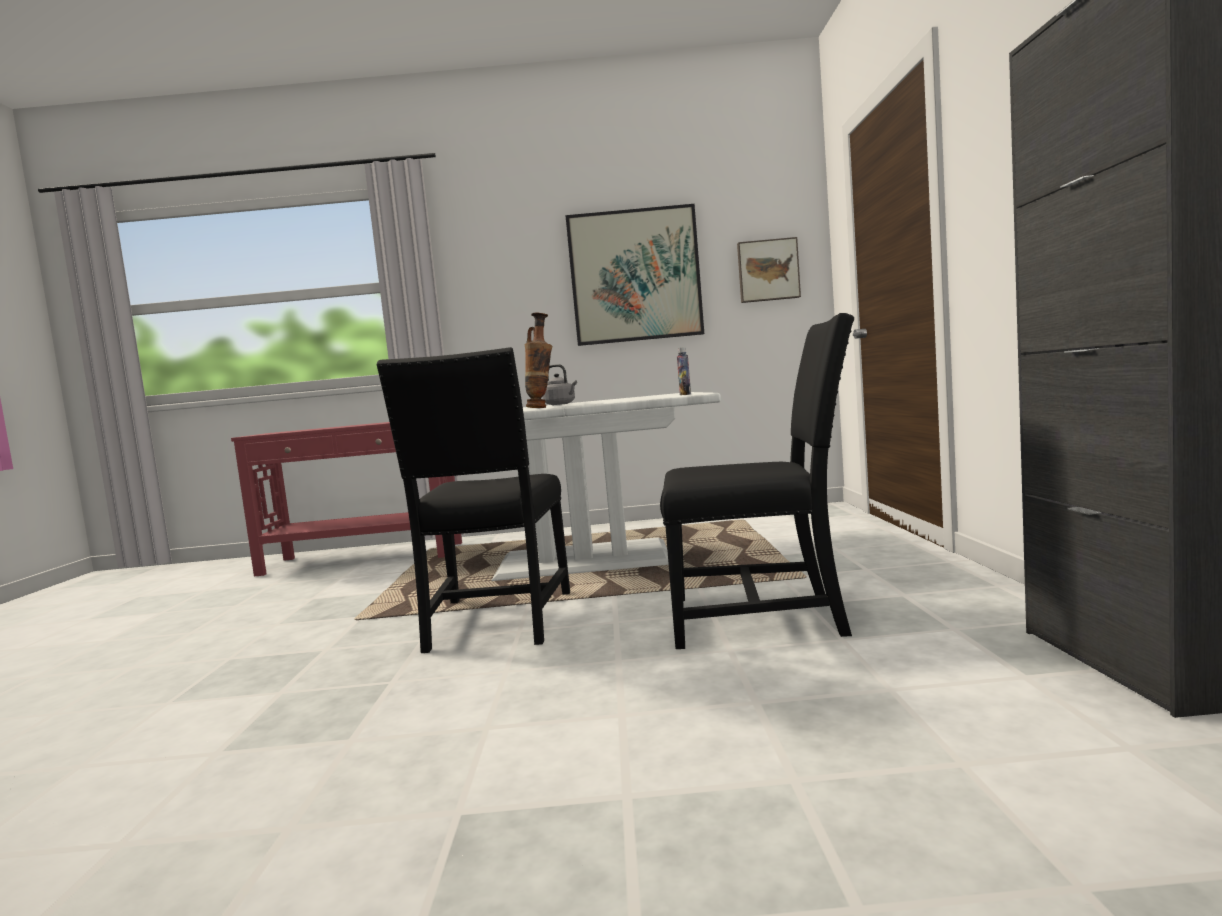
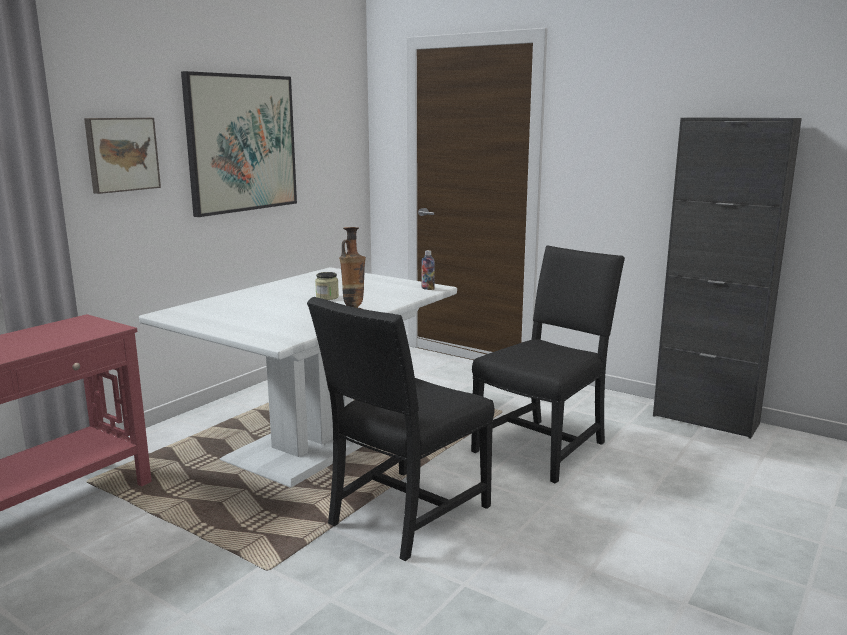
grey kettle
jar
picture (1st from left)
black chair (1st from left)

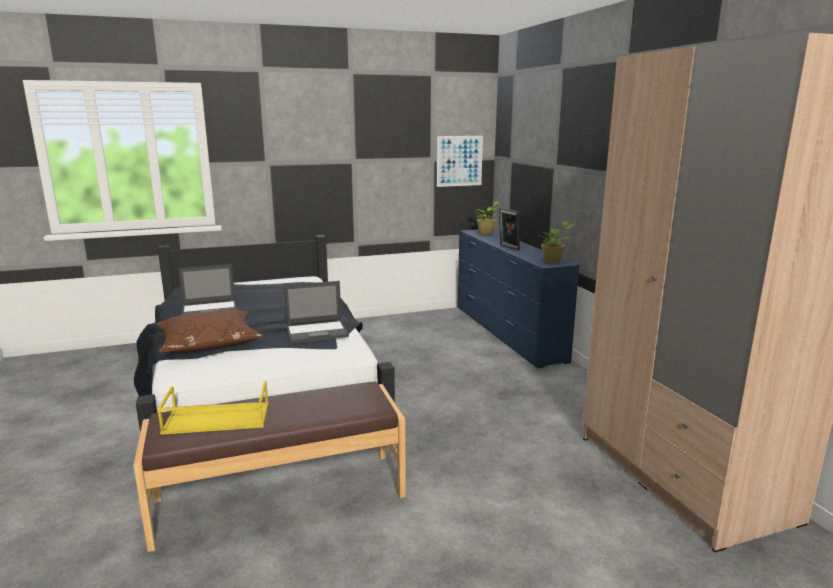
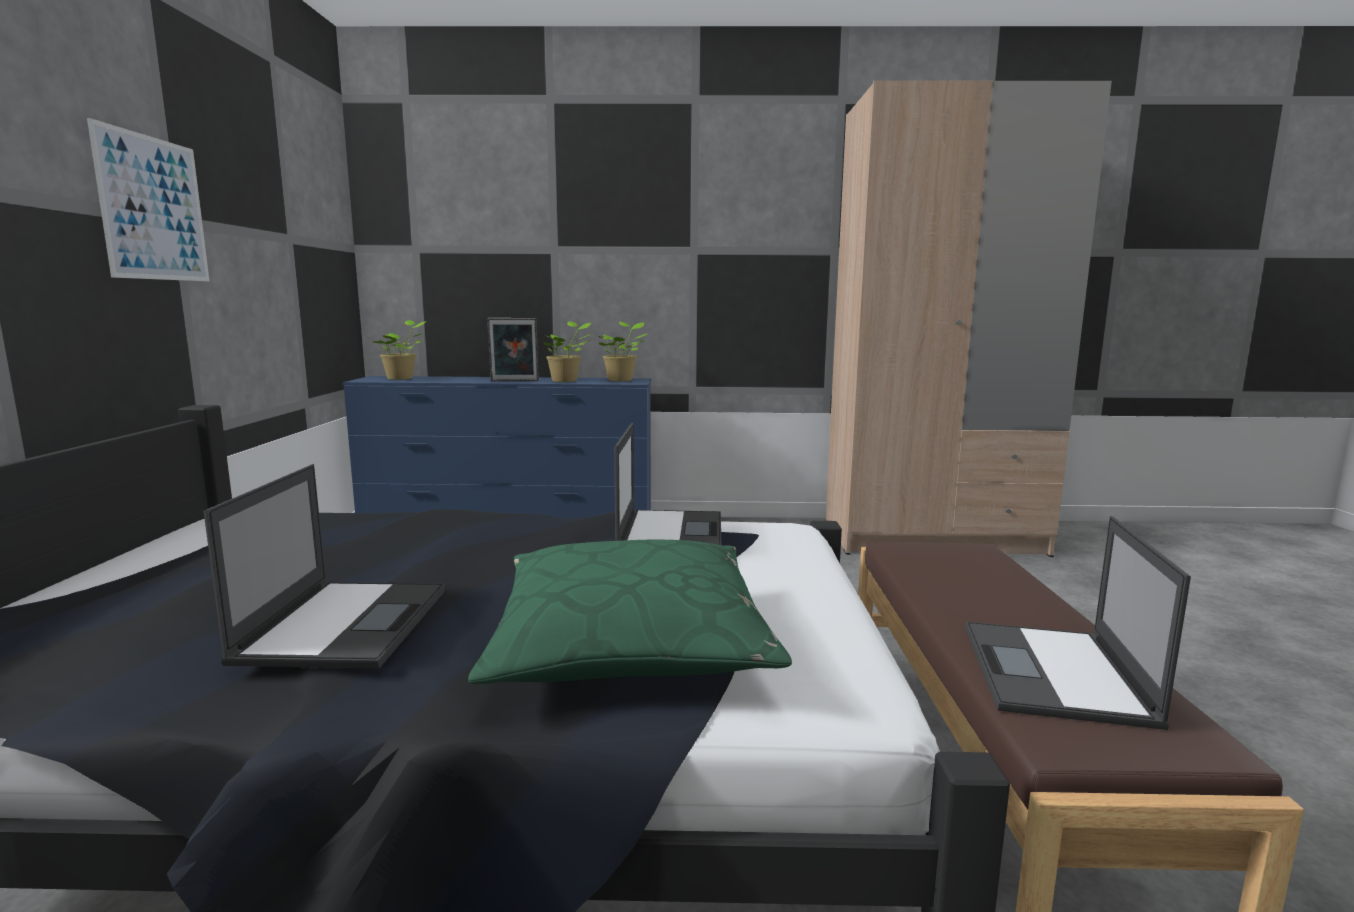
potted plant (2nd from left)
picture
laptop (3rd from left)
green pillow

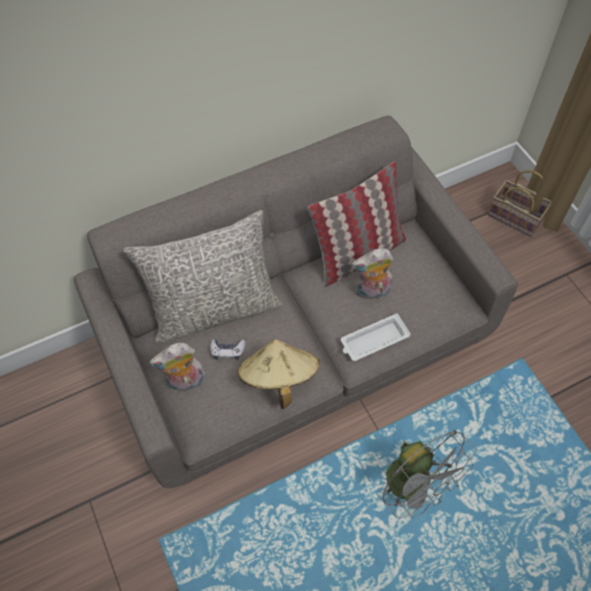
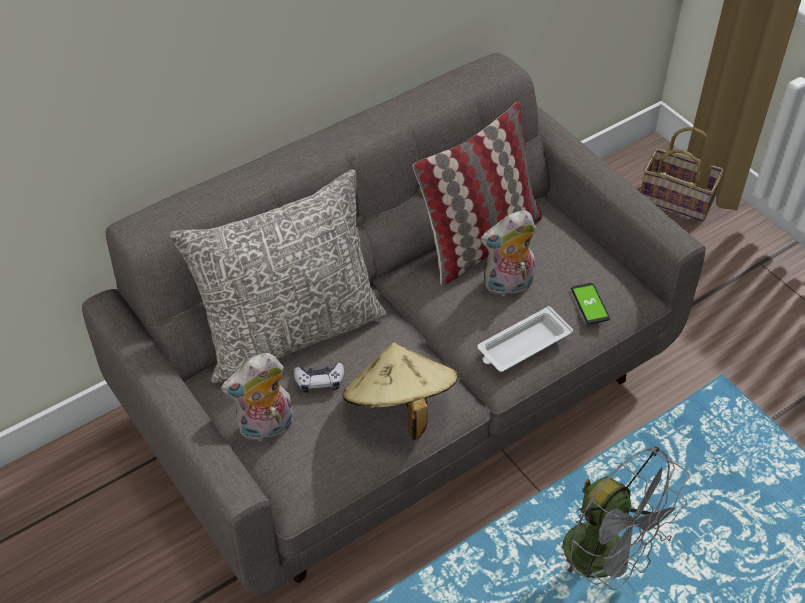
phone

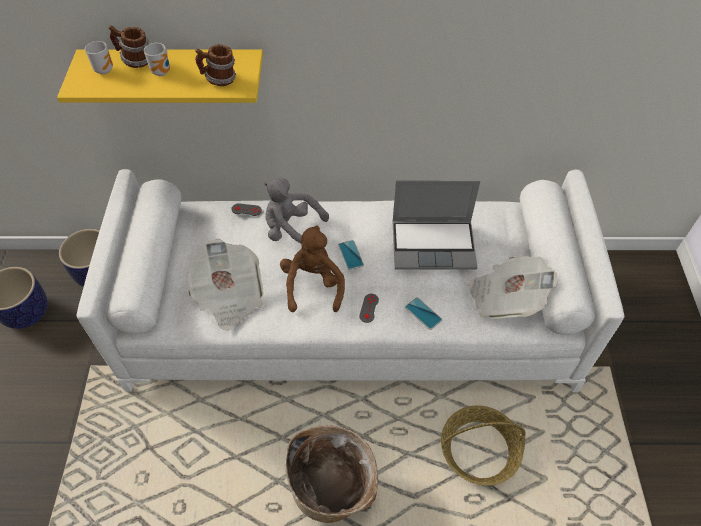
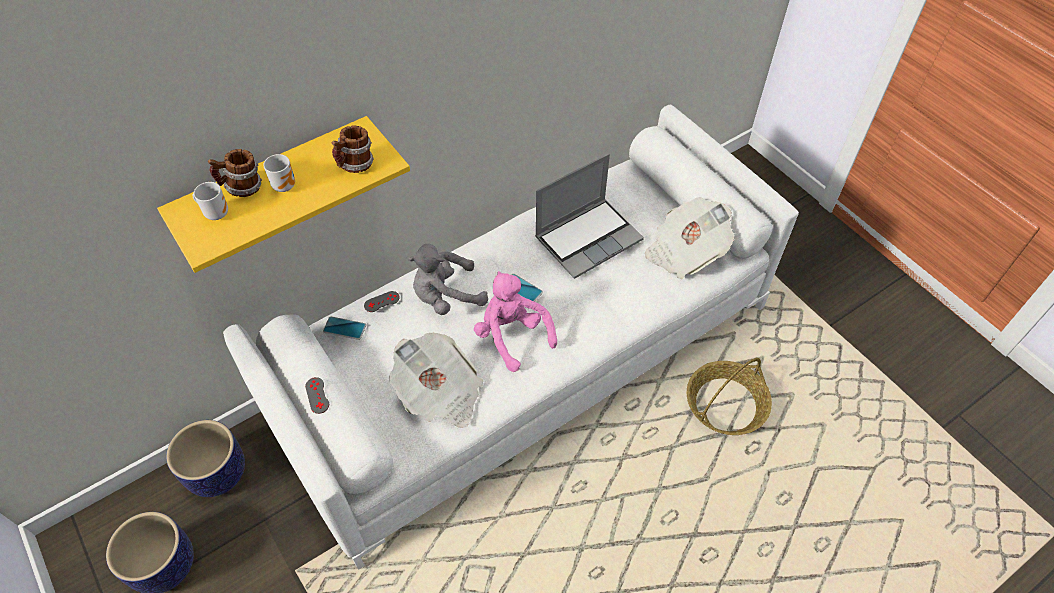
basket (1st from left in the first image)
grey game controller (1st from left)
phone (1st from left)
pink plush toy

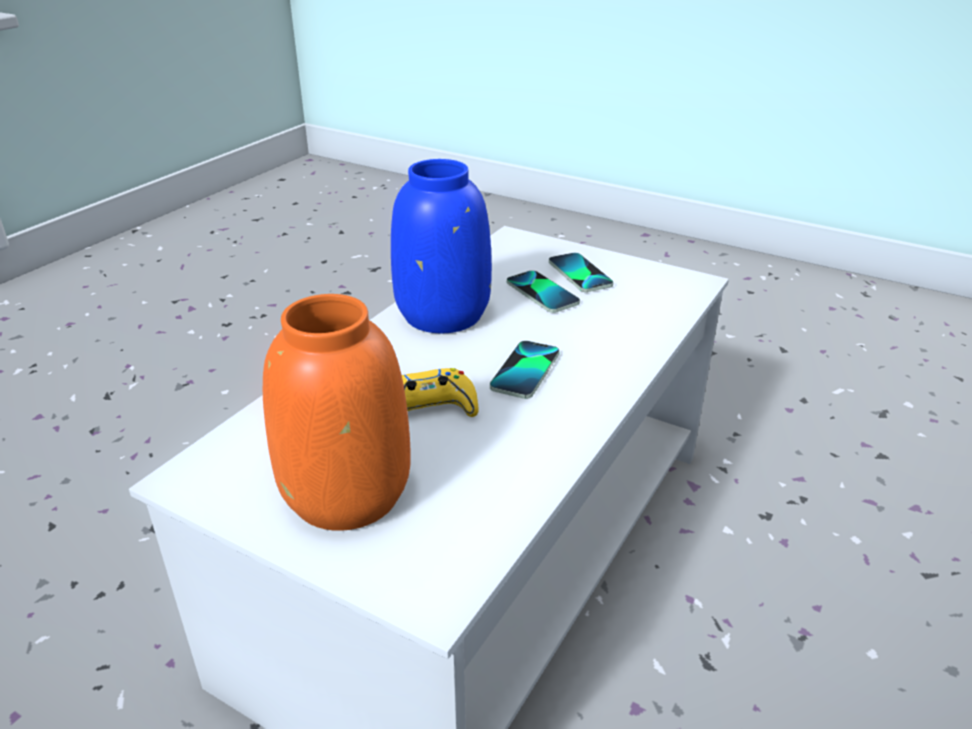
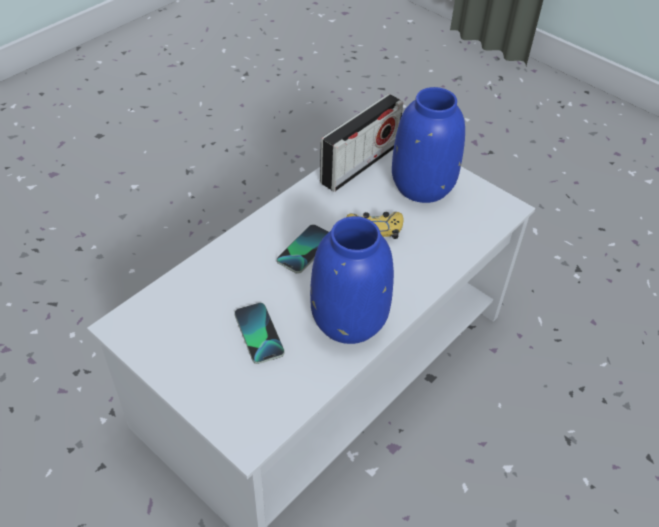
phone (3rd from left in the first image)
radio
blue vase (2nd from left)

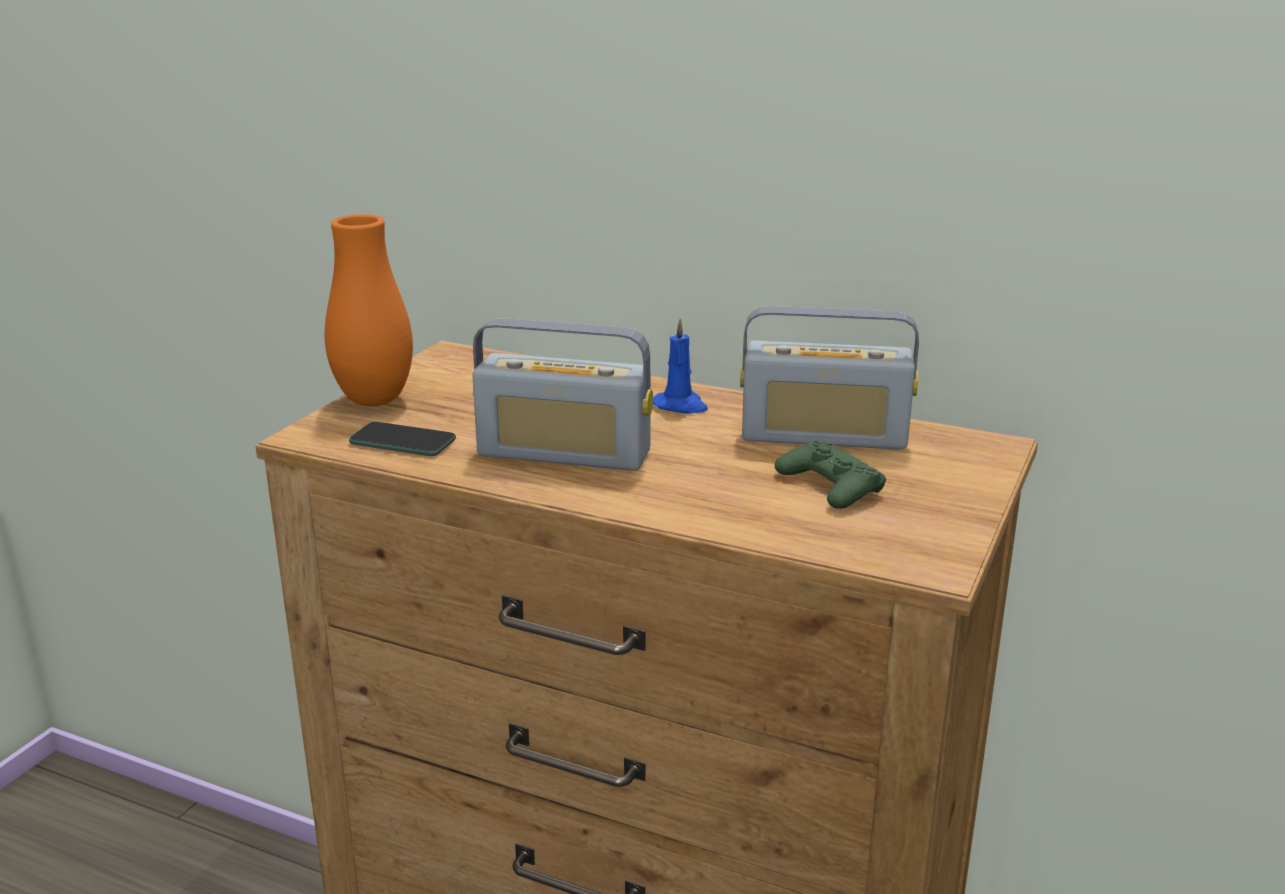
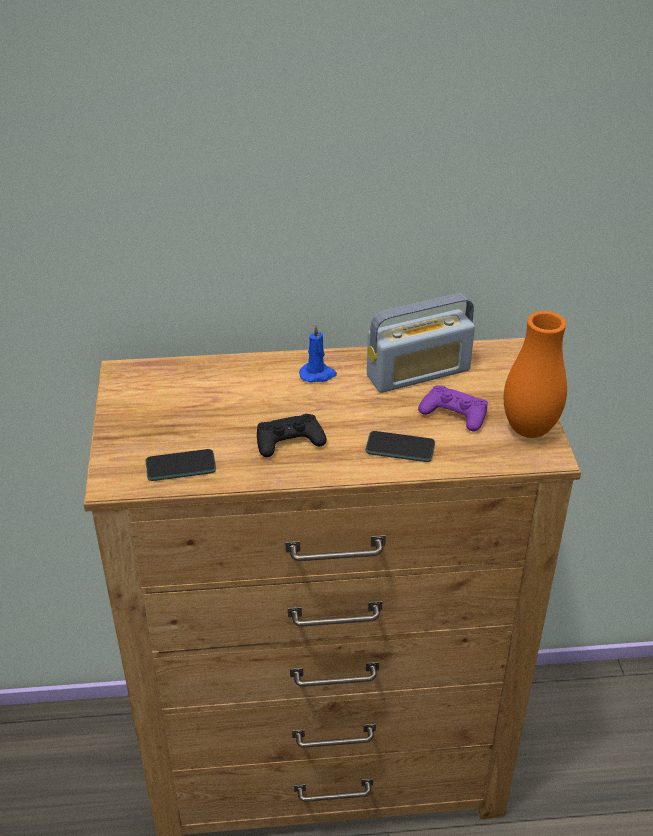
phone (2nd from left)
orange vase
black game controller
purple game controller

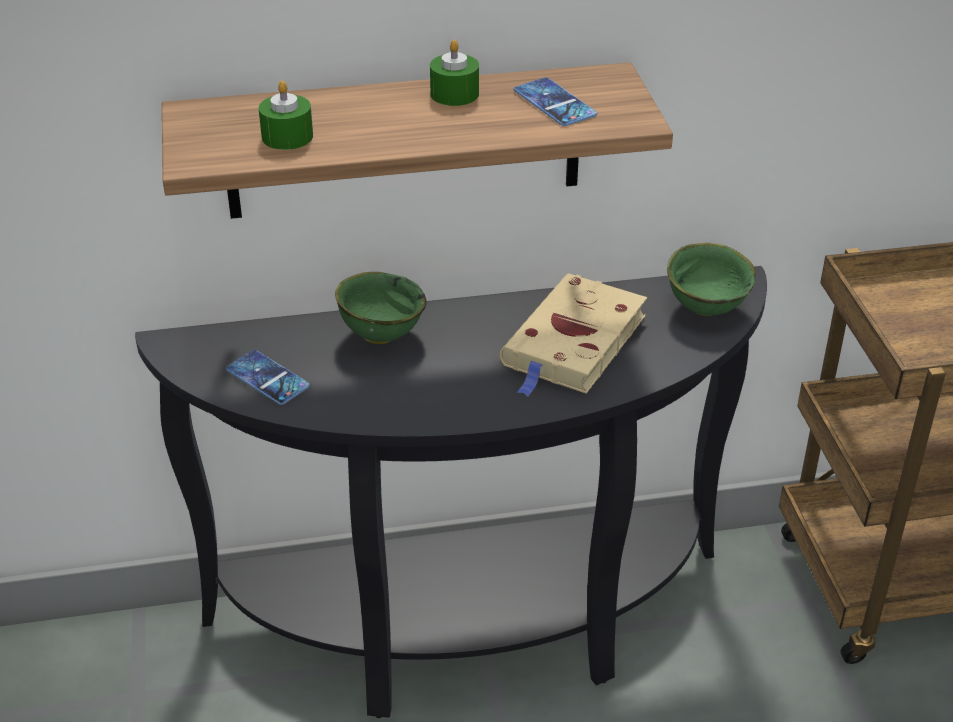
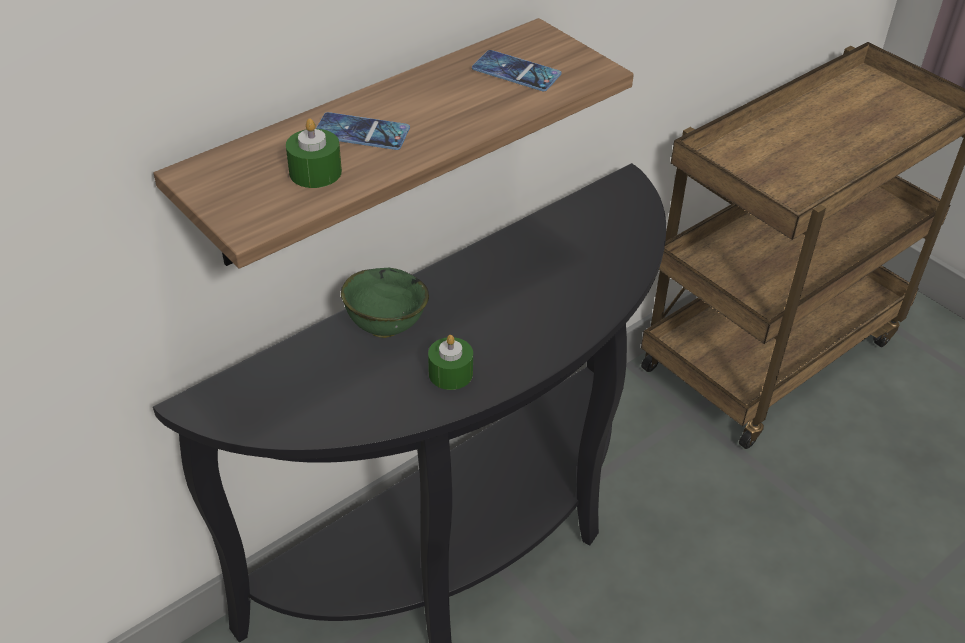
beige book
green bowl (2nd from left in the first image)
phone (1st from left)
green candle (2nd from left)

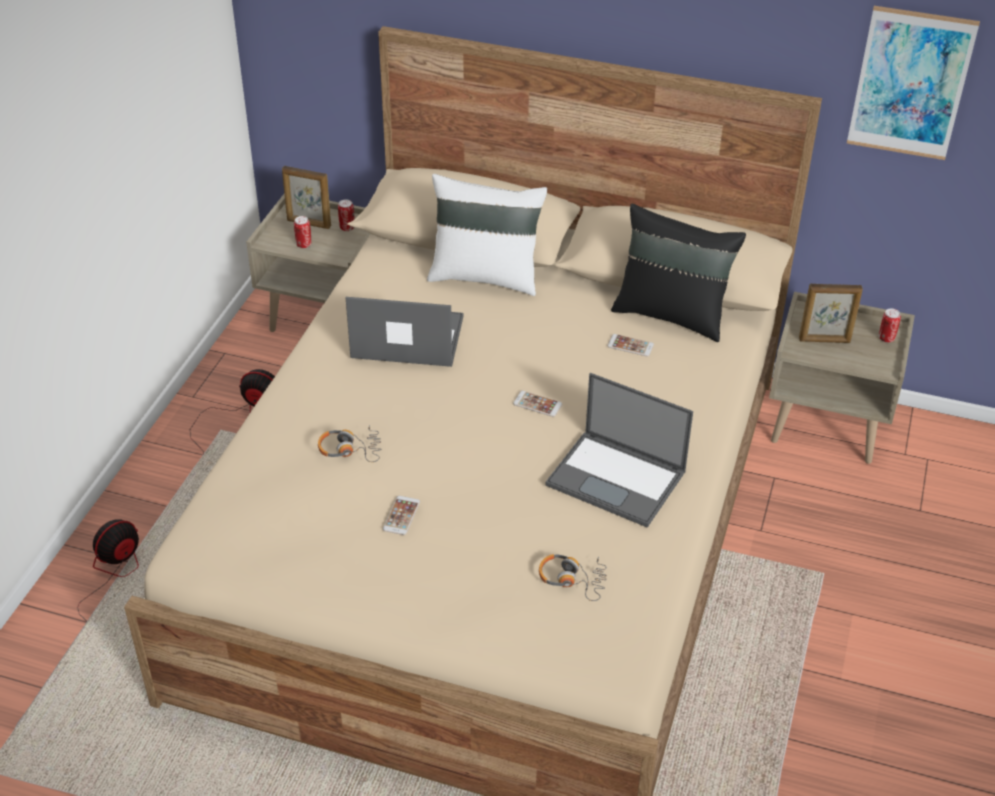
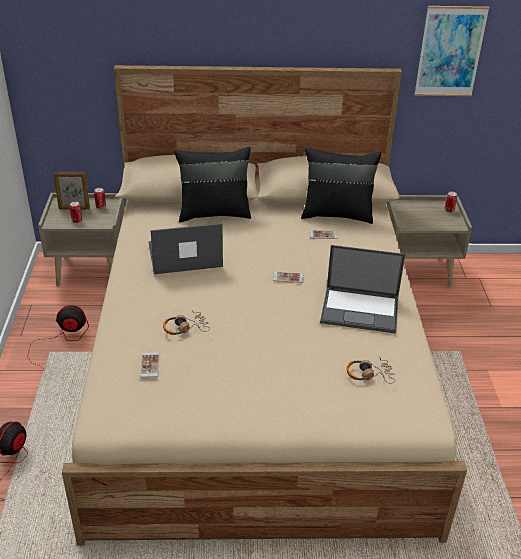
picture frame (2nd from left in the first image)
phone (1st from left)
black pillow (1st from left)

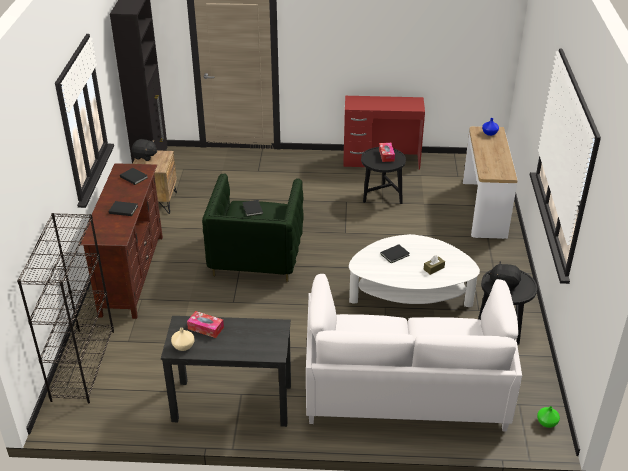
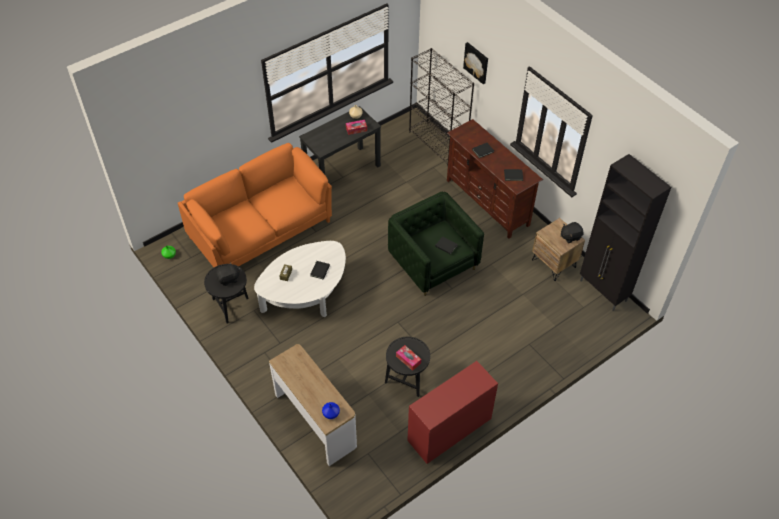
picture
orange sofa

